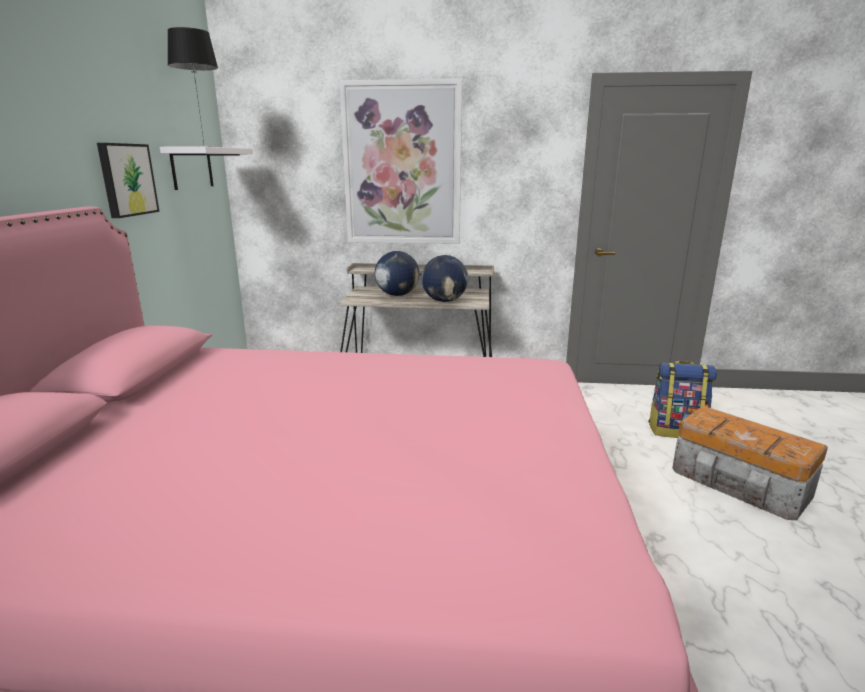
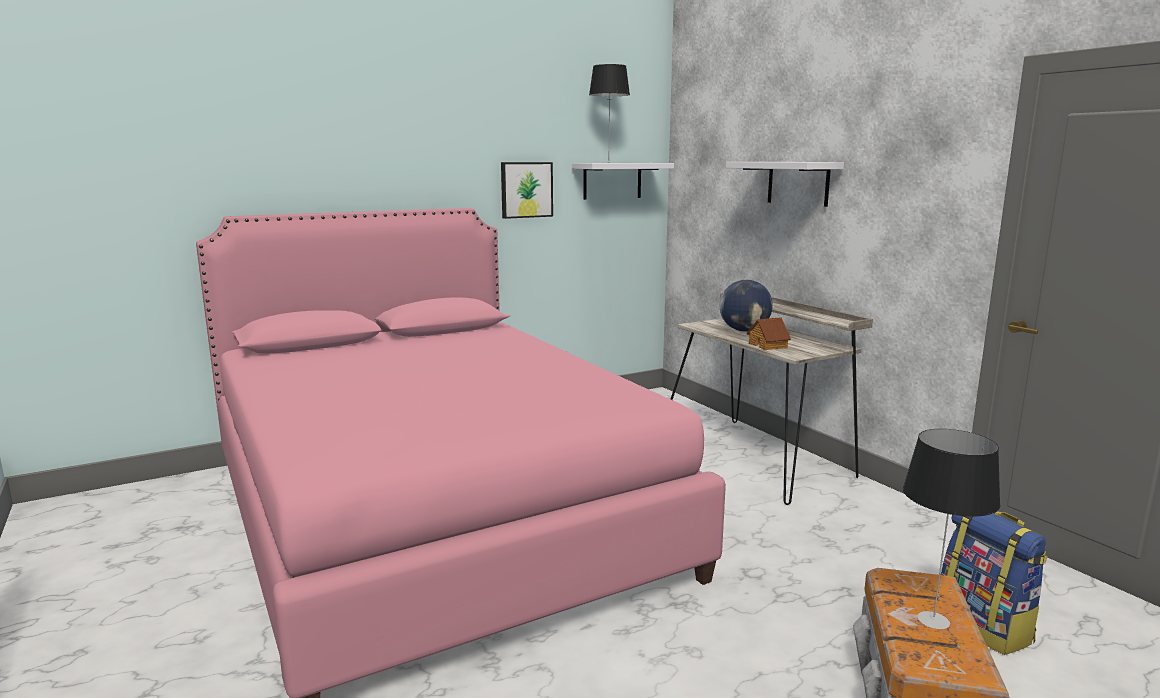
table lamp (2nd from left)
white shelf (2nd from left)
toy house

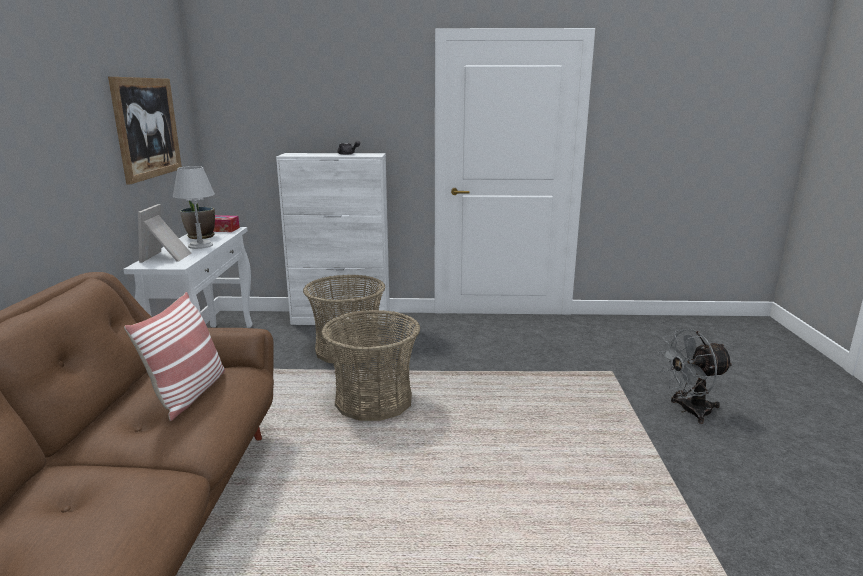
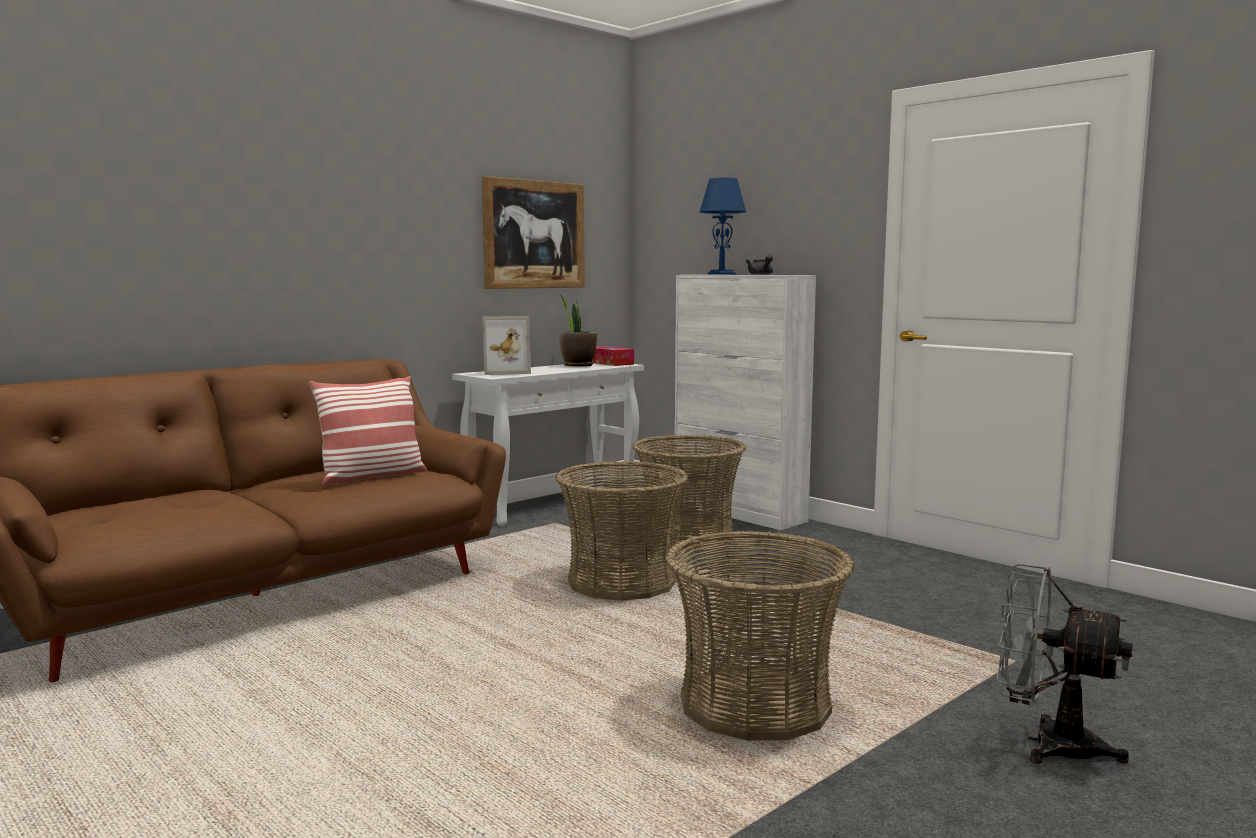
grey table lamp
basket (3rd from left)
blue table lamp
picture frame

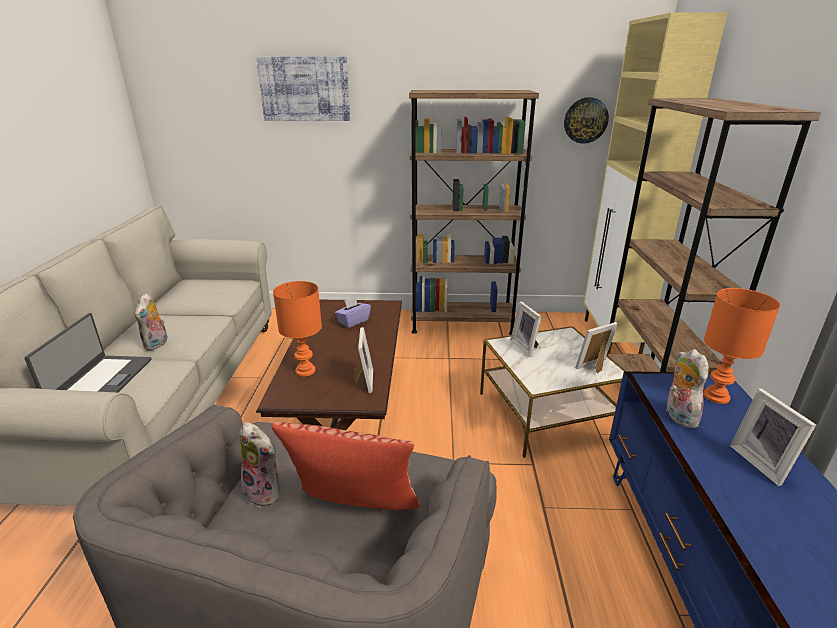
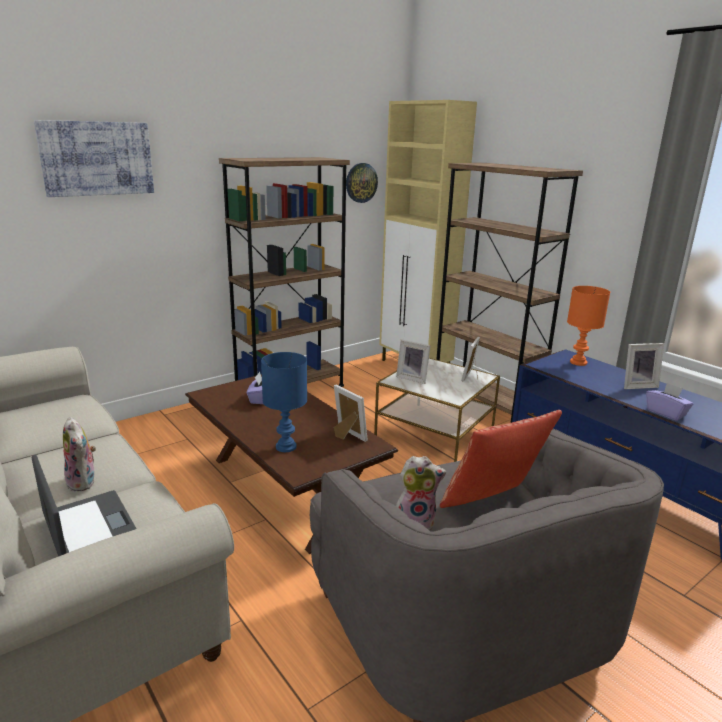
plush toy (3rd from left in the first image)
purple tissue box (2nd from left)
blue table lamp
picture frame (4th from left)

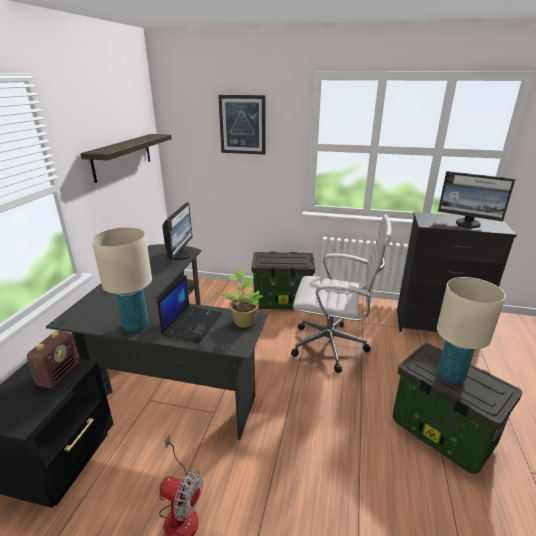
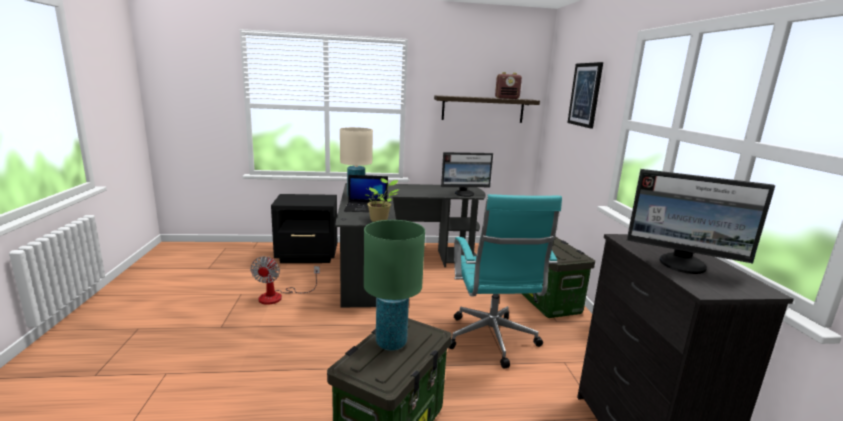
radio
turquoise office chair
green table lamp
monitor (2nd from left)

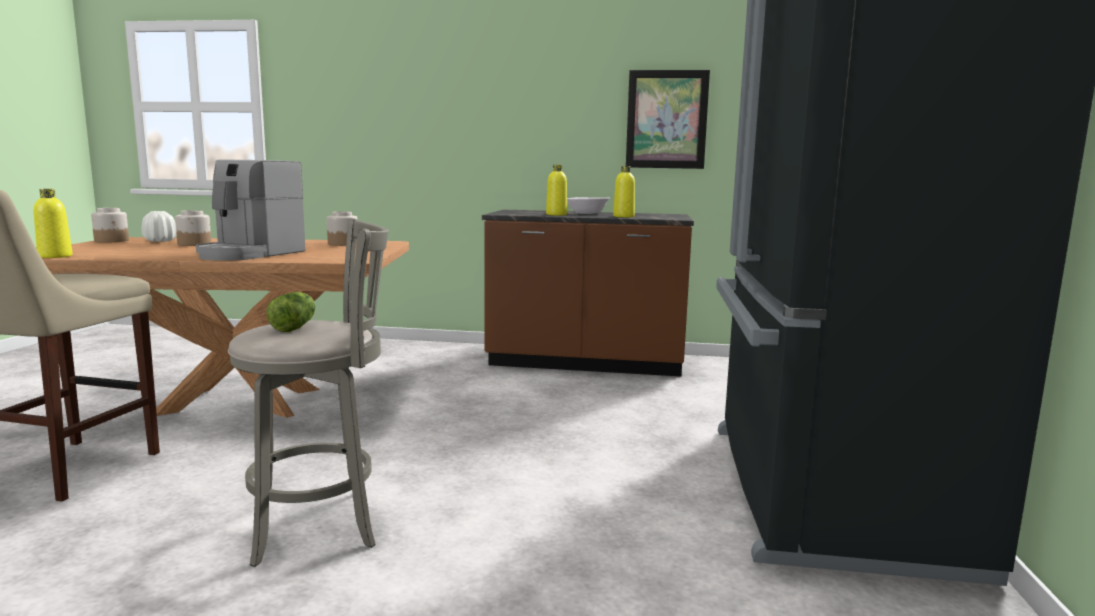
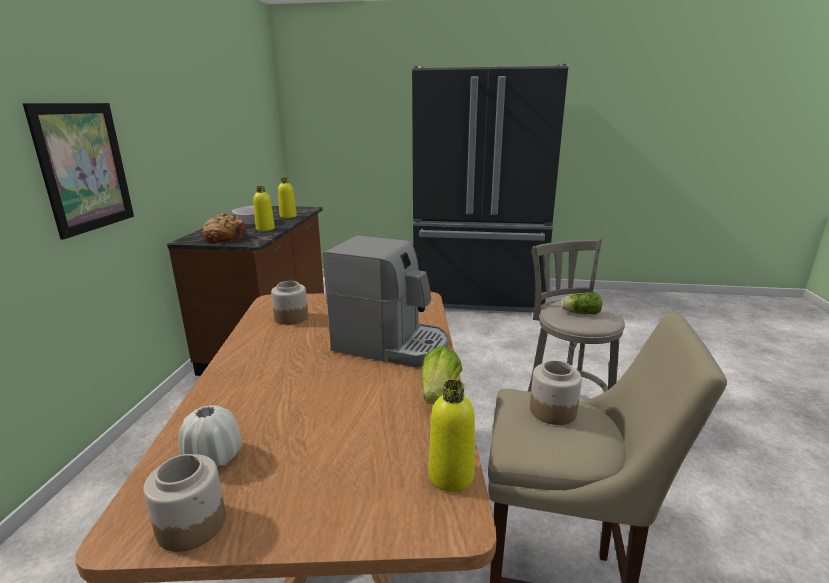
bread
lettuce (1st from left)
jar (3rd from left)
picture

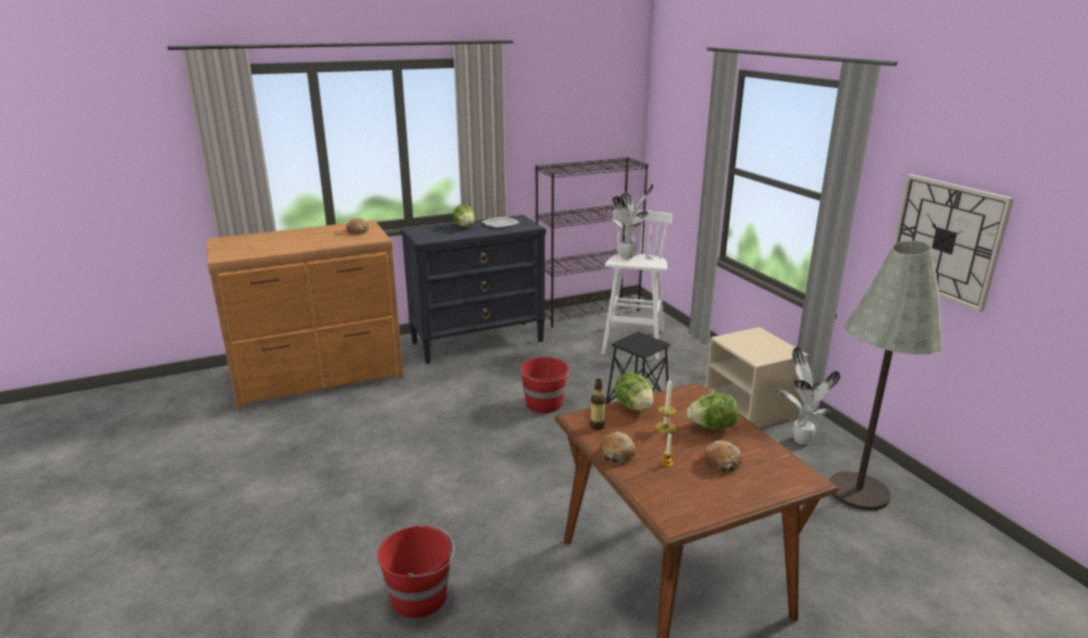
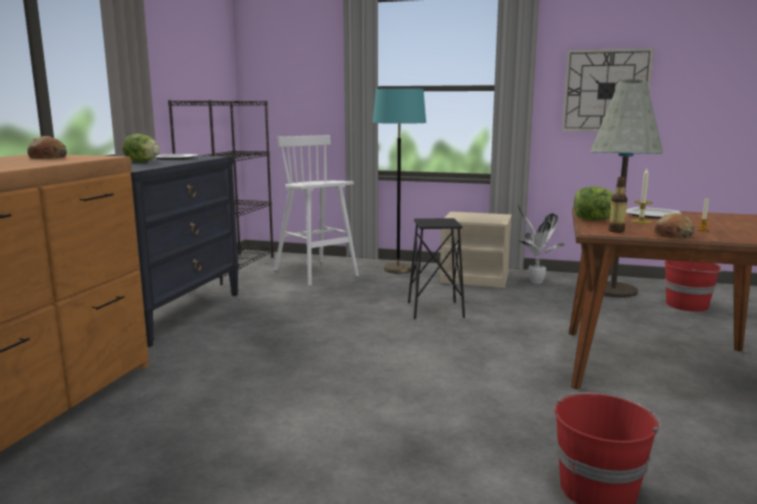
potted plant (1st from left in the first image)
bread (3rd from left in the first image)
turquoise floor lamp
red bucket (2nd from left)
plate (2nd from left)

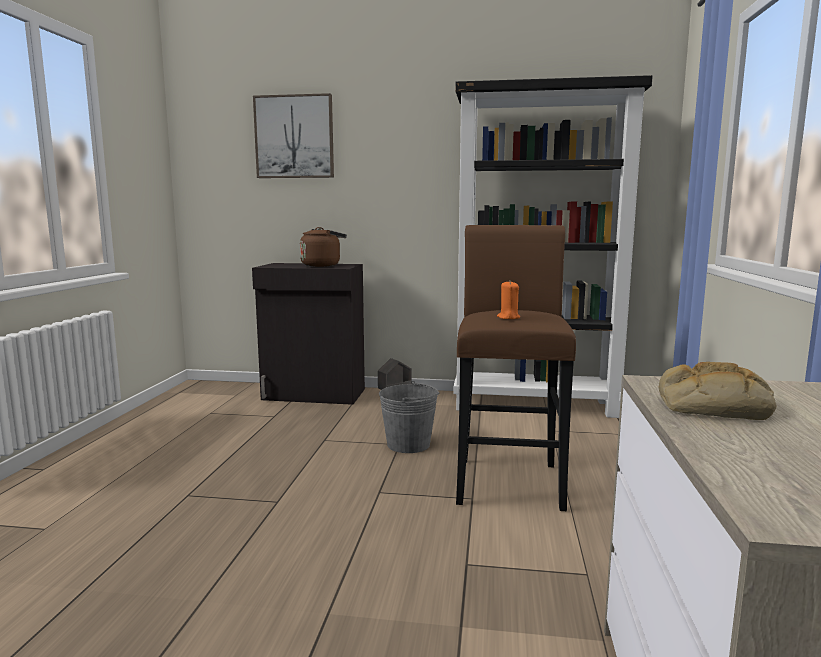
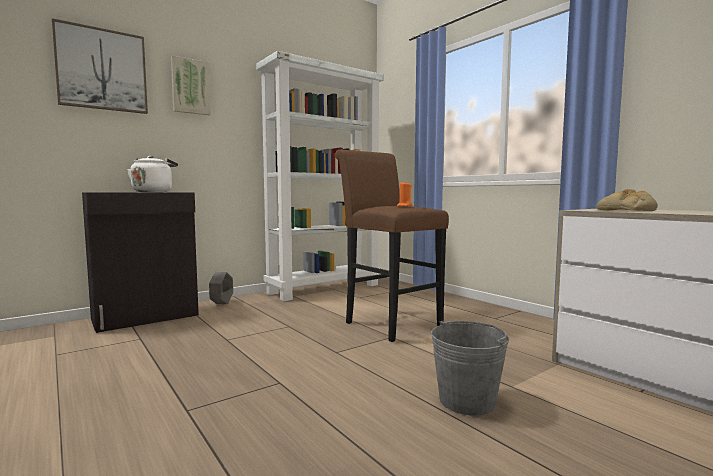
picture (2nd from left)
grey bucket
white kettle
white bookcase

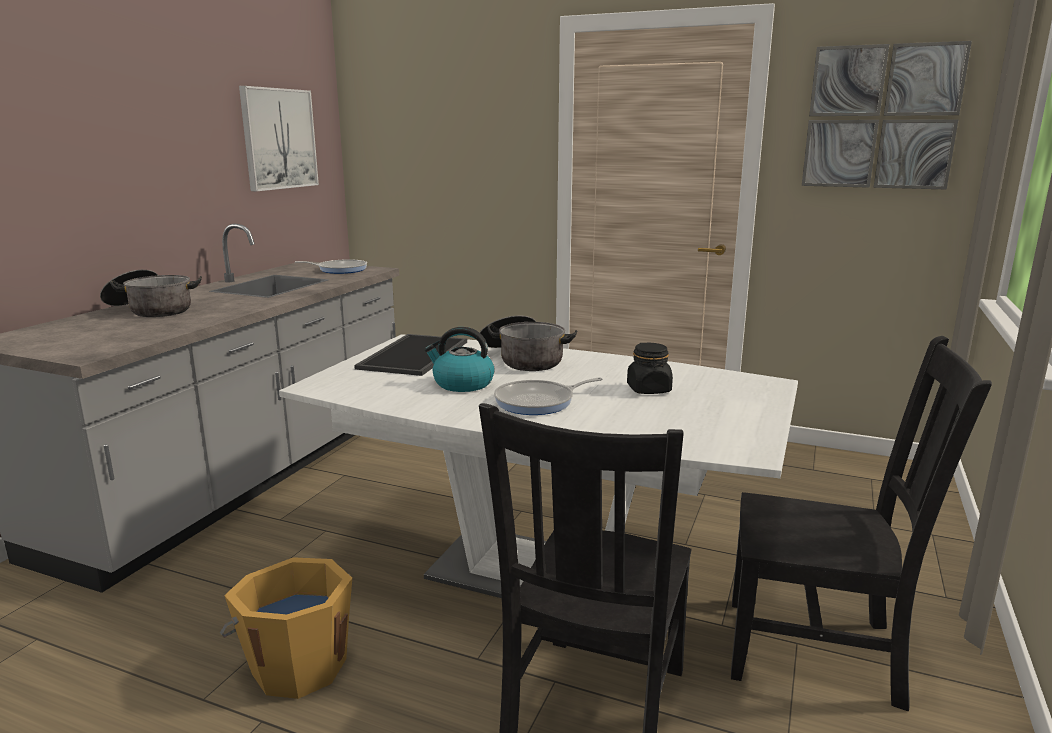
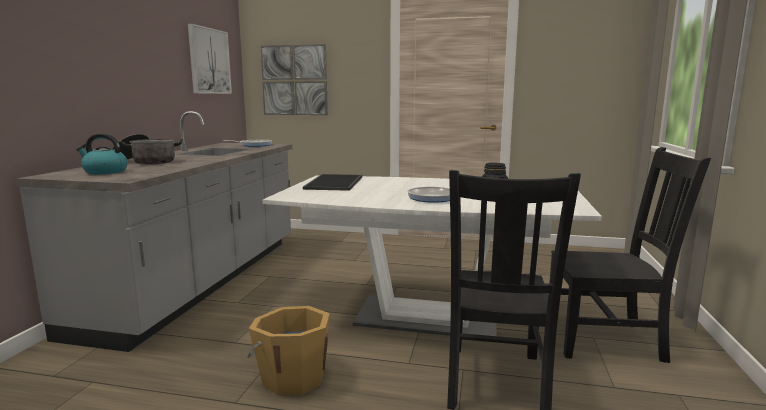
cooking pot (2nd from left in the first image)
kettle
picture (2nd from left)

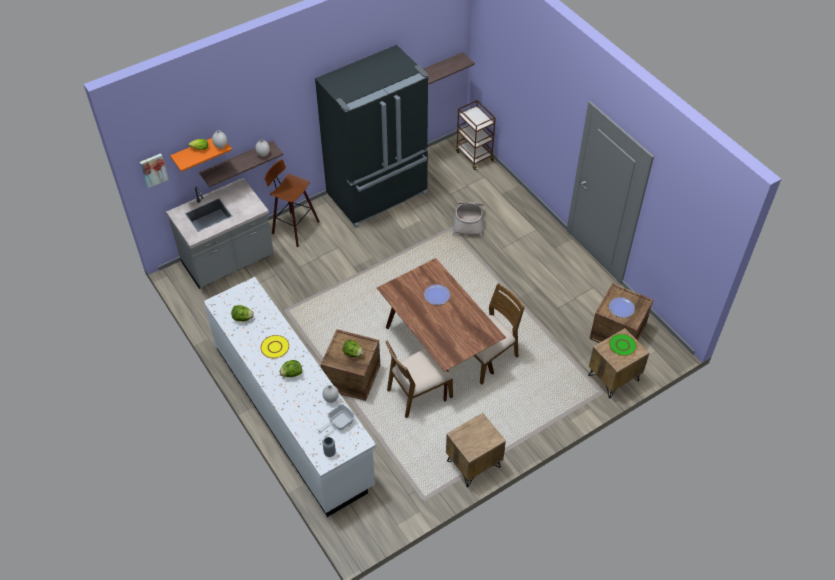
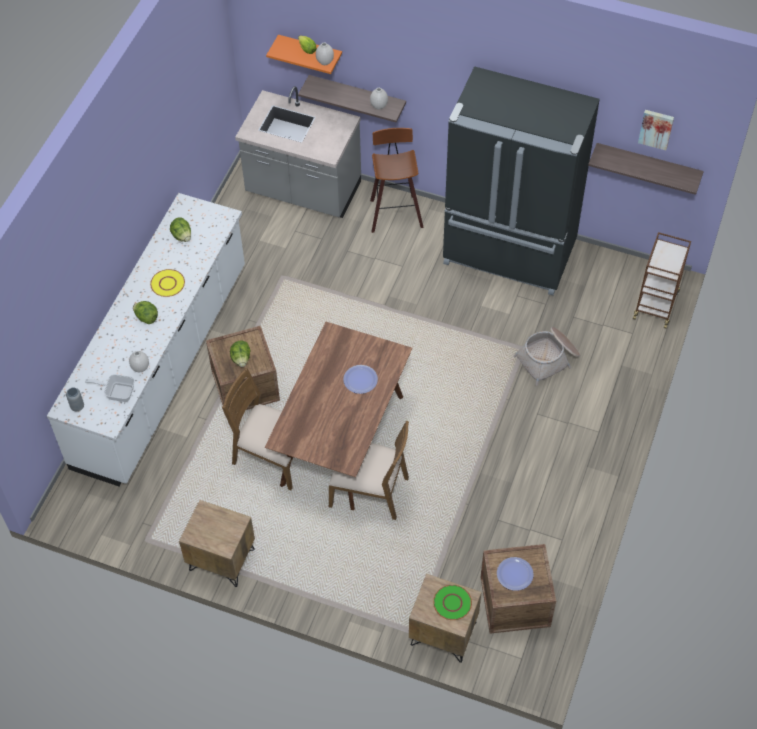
picture

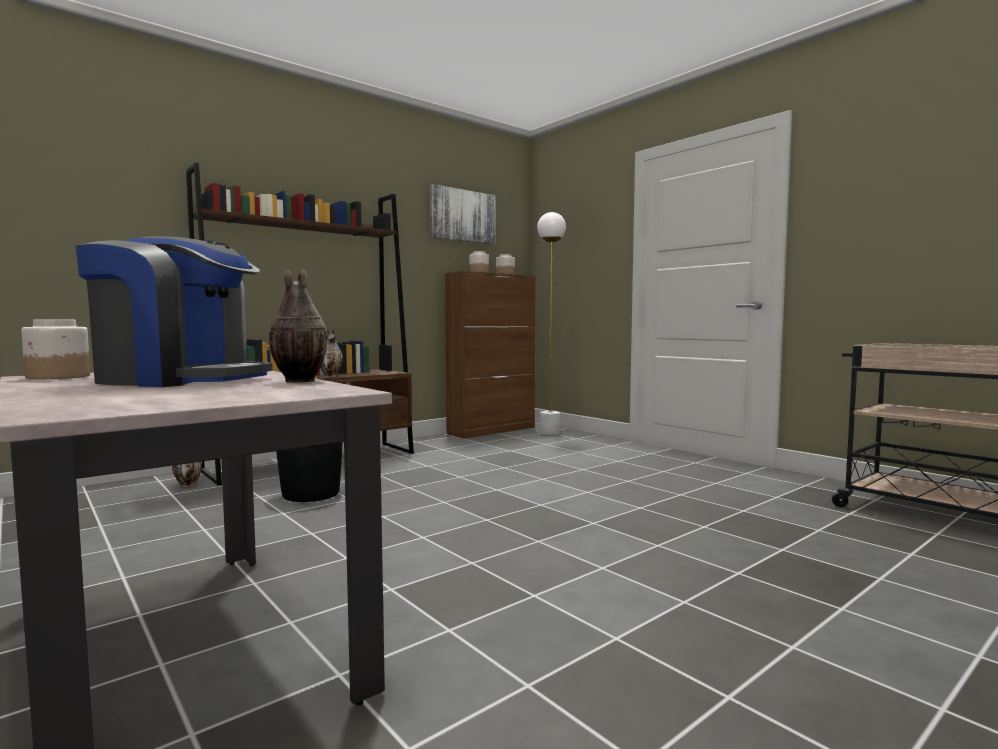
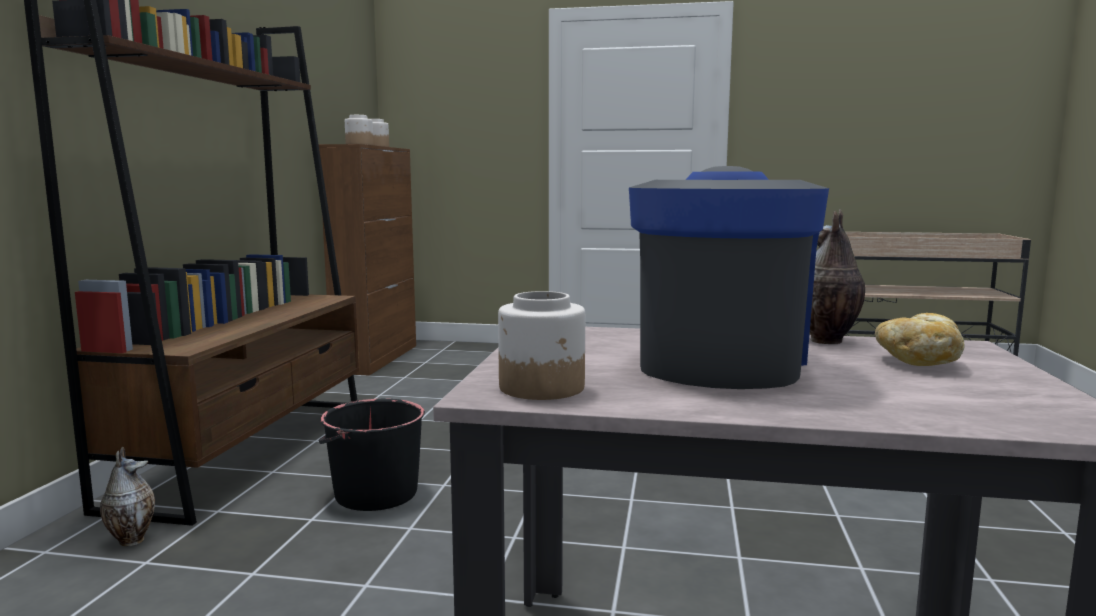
vase (3rd from left in the first image)
picture
white floor lamp
bread
coffee machine

